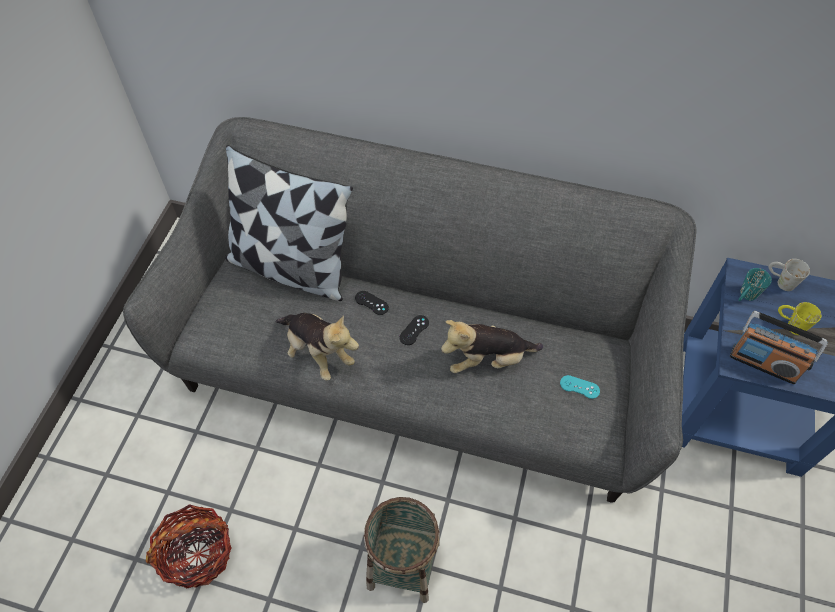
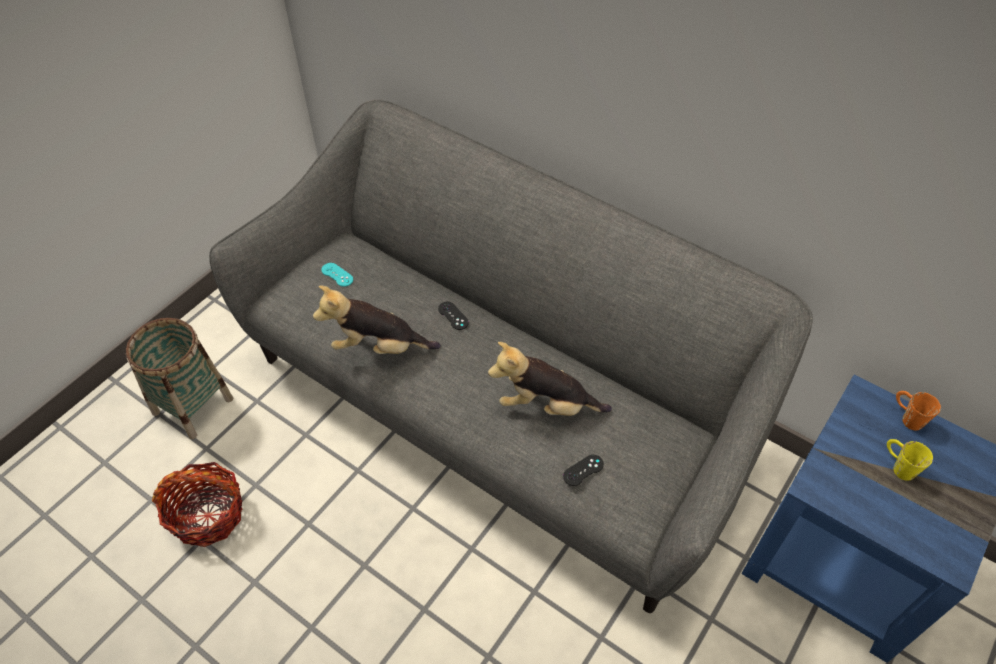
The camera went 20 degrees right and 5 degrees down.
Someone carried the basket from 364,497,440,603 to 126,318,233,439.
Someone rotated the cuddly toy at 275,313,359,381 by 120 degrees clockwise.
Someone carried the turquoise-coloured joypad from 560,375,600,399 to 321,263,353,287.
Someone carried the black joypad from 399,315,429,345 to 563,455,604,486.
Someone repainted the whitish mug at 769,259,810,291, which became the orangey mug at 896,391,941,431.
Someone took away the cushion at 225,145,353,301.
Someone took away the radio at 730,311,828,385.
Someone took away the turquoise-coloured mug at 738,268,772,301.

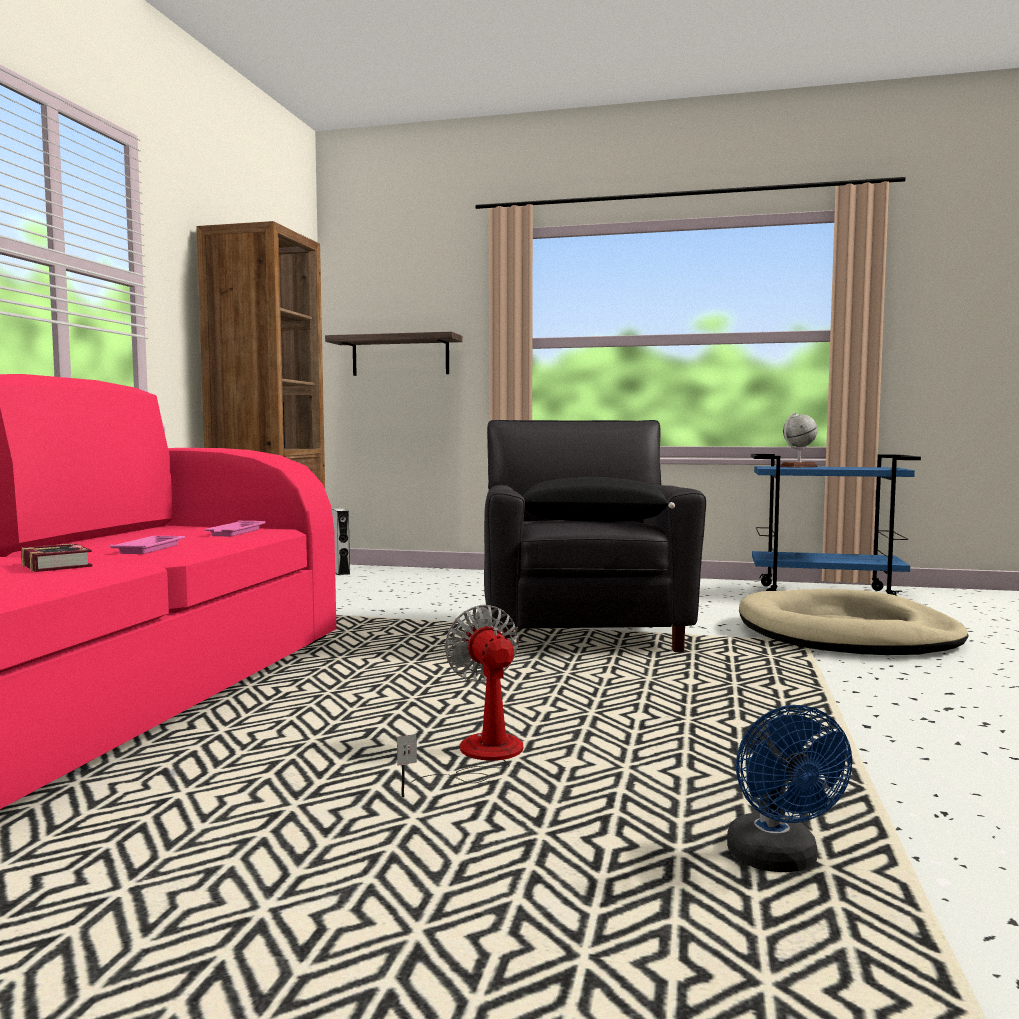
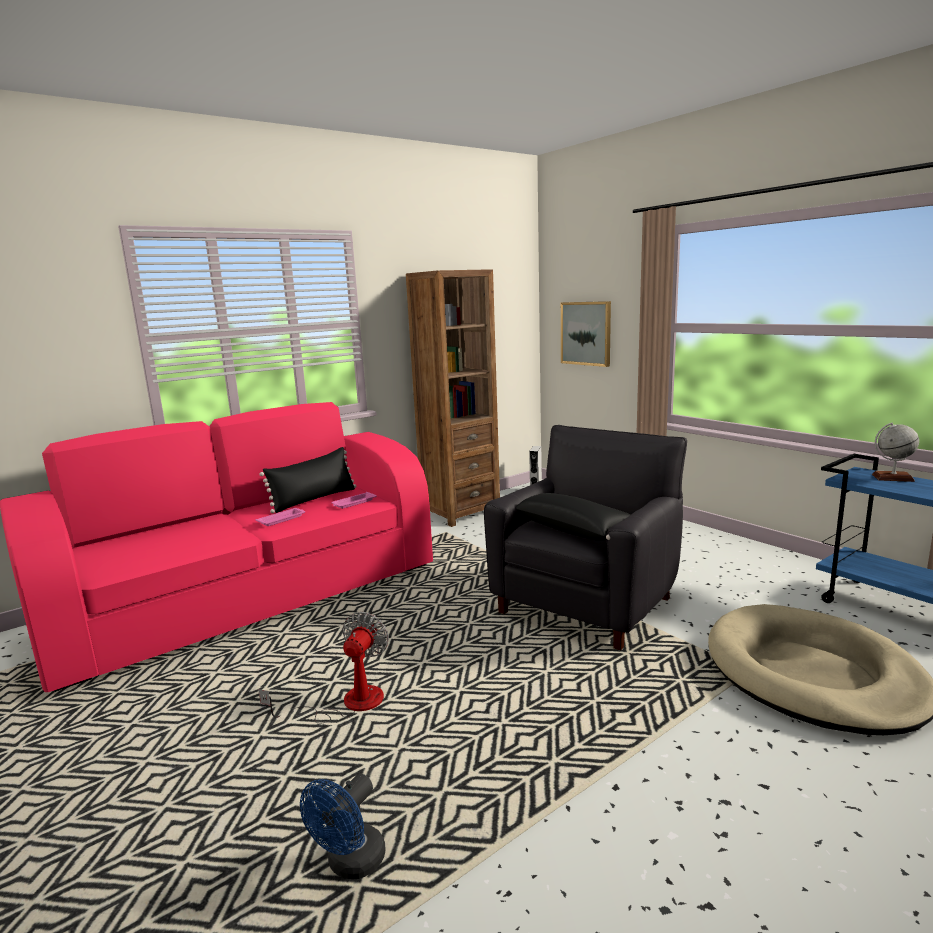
The camera went 40 degrees right and 10 degrees up.
Someone put down the black cushion at 259,447,356,513.
Someone swapped the wall shelf at 325,332,463,376 for the wall art at 561,301,611,367.
Someone took away the bound book at 21,543,92,572.

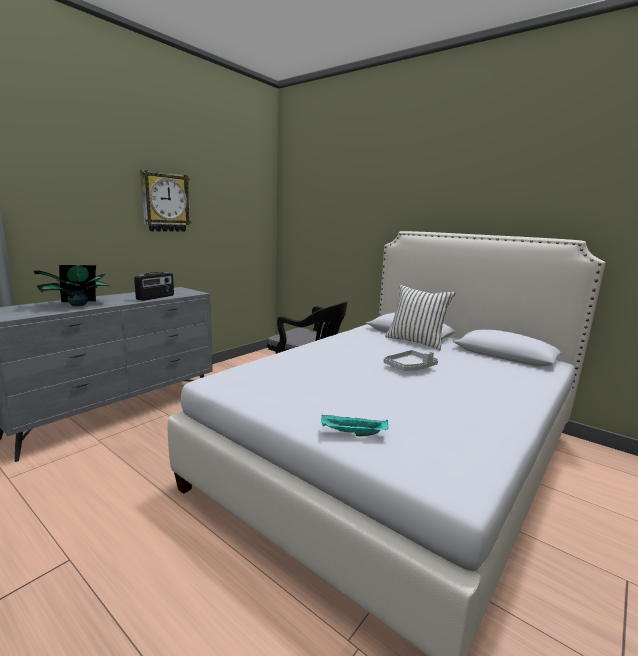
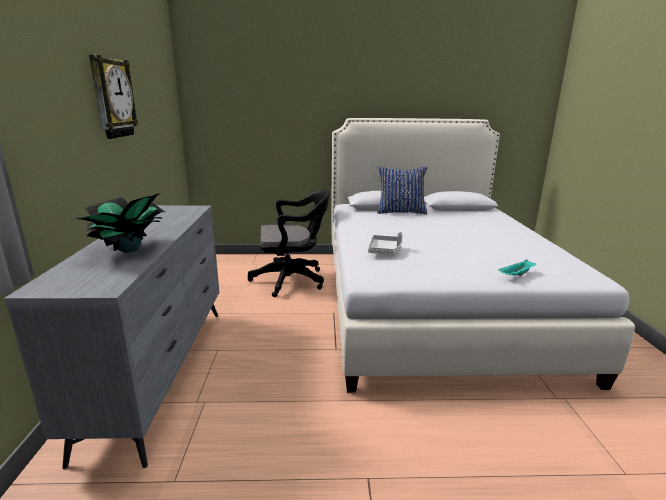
The camera went 40 degrees left and 5 degrees up.
Someone carried the grey carrying tray from 384,350,438,371 to 368,232,403,255.
Someone repainted the whitish cushion at 385,285,455,350, which became the blue cushion at 377,167,427,214.
Someone took away the radio at 134,272,174,301.

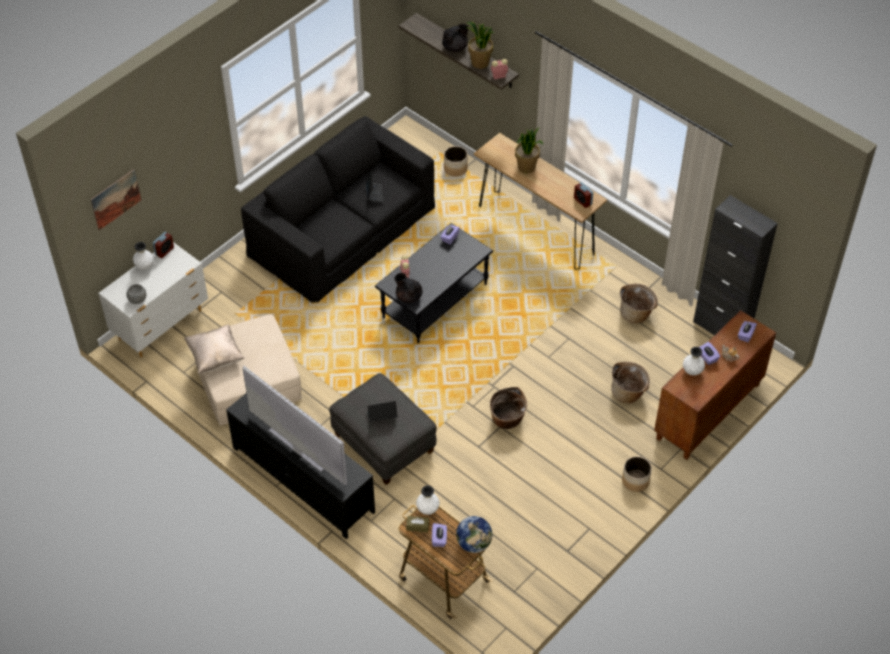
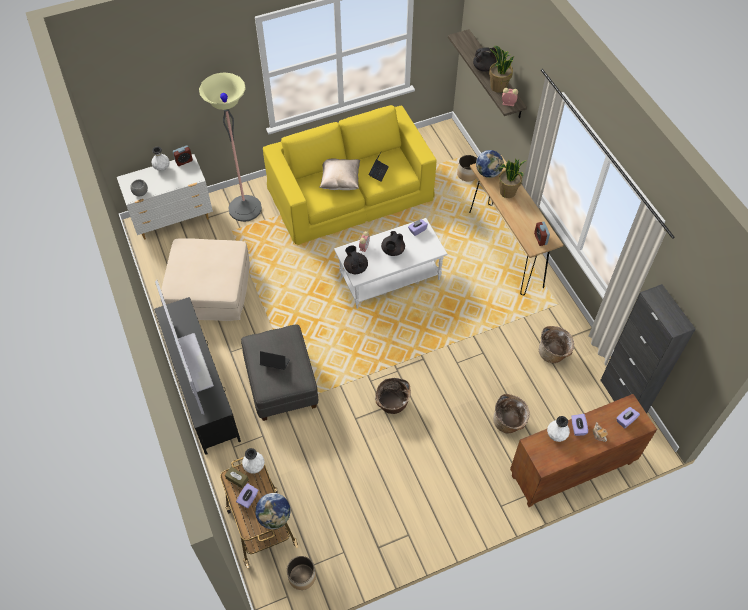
The camera went 25 degrees right and 5 degrees up.
Someone put down the standard lamp at 199,72,262,222.
Someone repainted the black couch at 241,116,435,303, which became the yellow-coloured couch at 263,105,436,245.
Someone carried the plant pot from 622,456,652,492 to 287,556,316,590.
Someone carried the beige cushion from 184,324,244,374 to 319,159,360,190.
Someone repainted the black coffee table at 375,223,493,343, which became the whitish coffee table at 334,218,447,309.
Someone put down the black pot for tea at 381,231,405,256.
Someone put down the globe at 476,150,504,178.
Someone took away the wall art at 91,169,141,230.

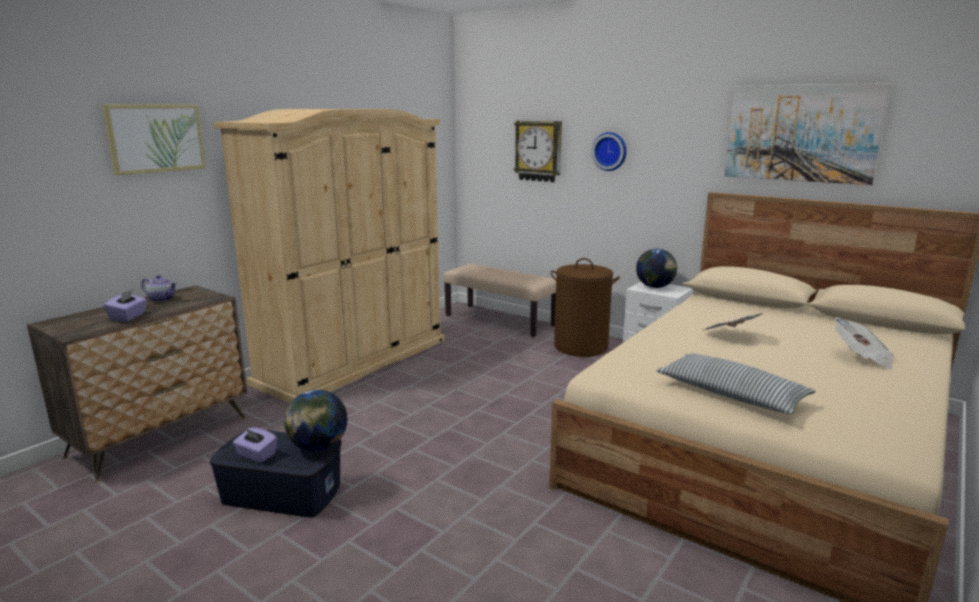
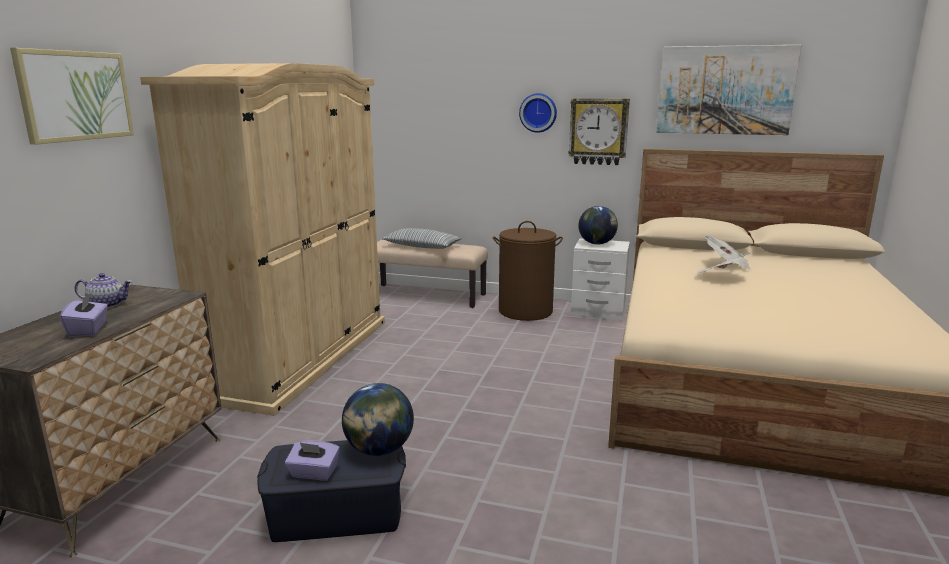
The camera went 20 degrees left and 0 degrees up.
Someone carried the cushion from 656,353,816,414 to 381,228,462,249.
Someone carried the wall clock from 514,121,562,182 to 568,98,630,165.
Someone carried the newspaper from 835,317,894,370 to 704,235,751,270.

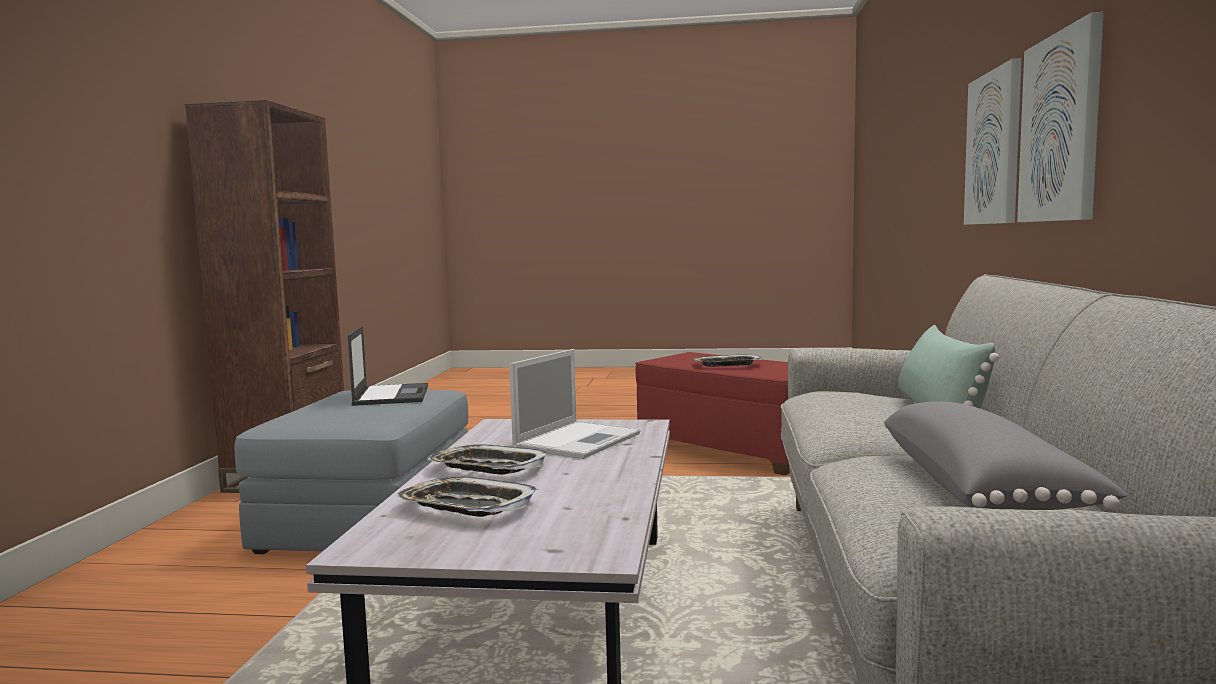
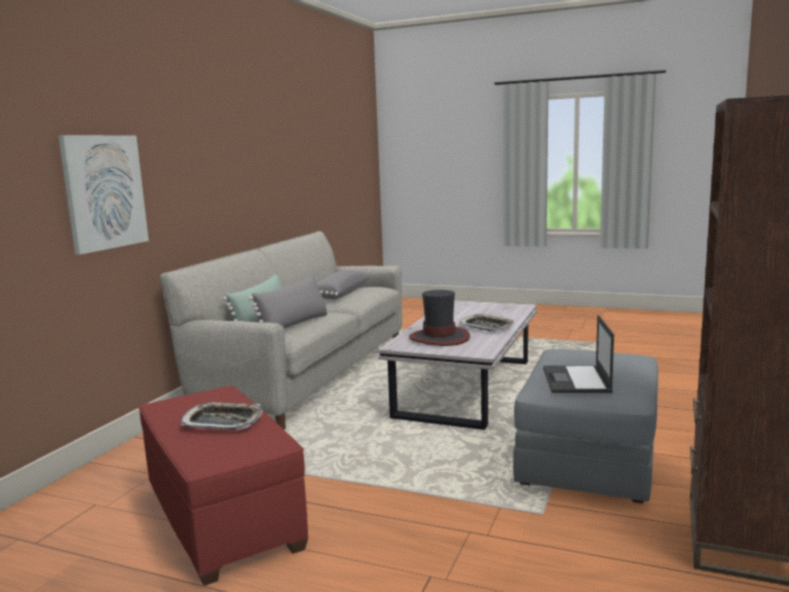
The camera went 165 degrees left and 5 degrees up.
Someone put down the grey cushion at 249,274,328,329.
Someone swapped the notebook computer at 509,349,640,459 for the hat at 409,290,470,346.
Someone took away the carrying tray at 395,477,538,517.
Someone took away the wall art at 1017,12,1104,222.

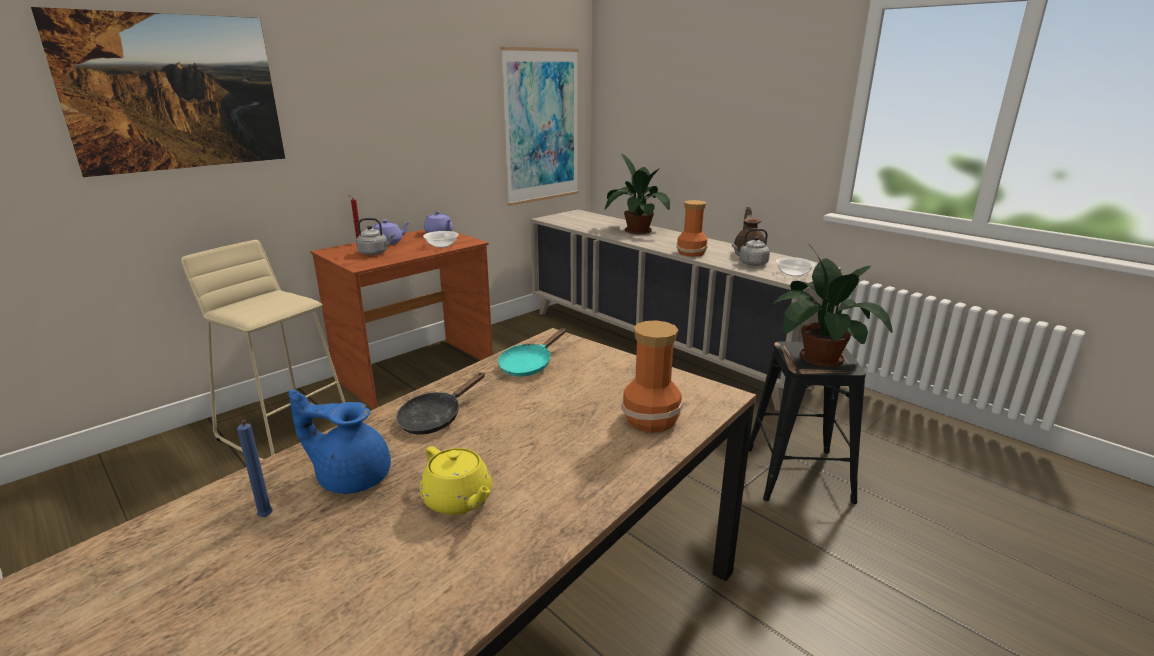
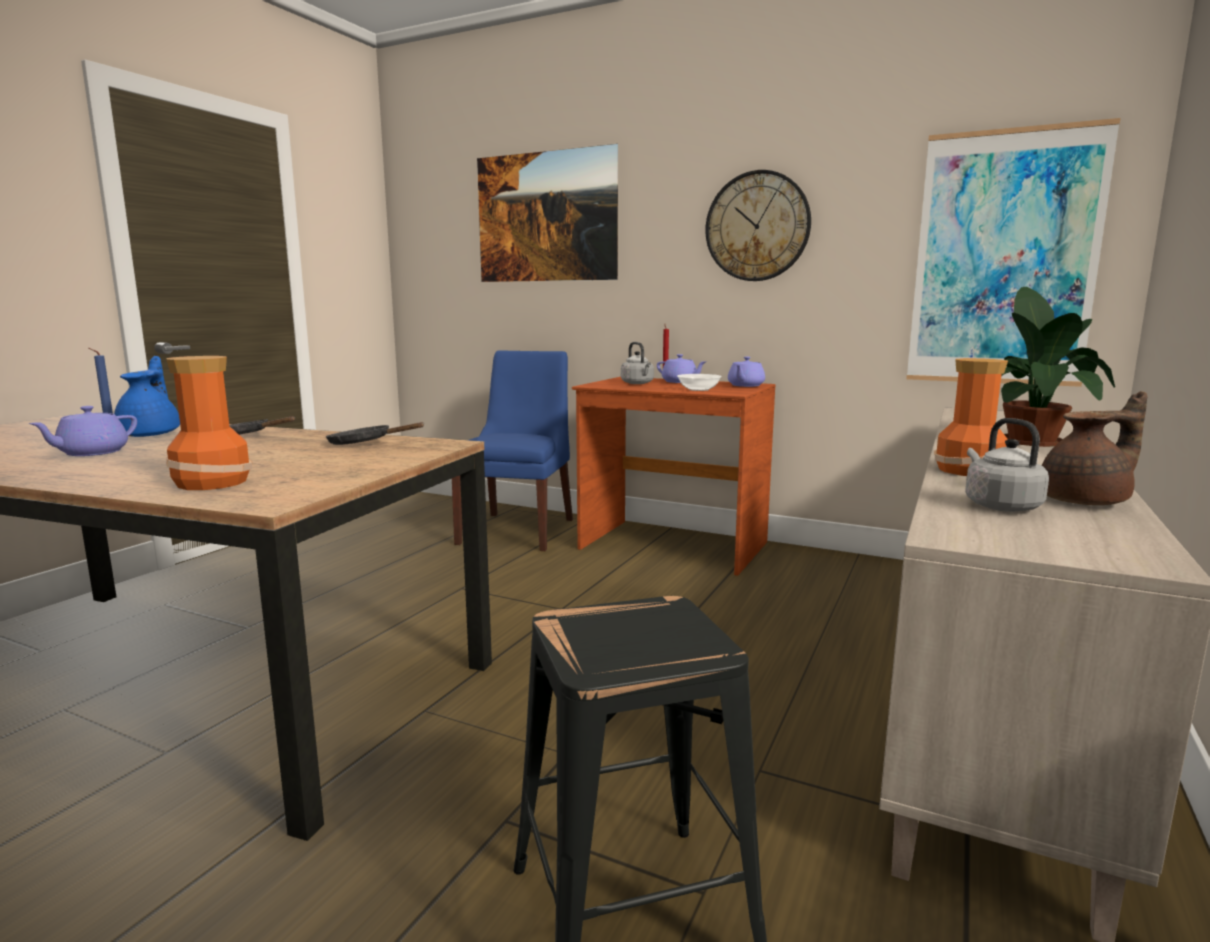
The camera went 70 degrees right and 10 degrees down.
Someone repainted the yellow-coloured pot for tea at 420,446,492,515, which became the purplish pot for tea at 28,406,137,456.
Someone repainted the turquoise-coloured skillet at 498,328,566,377, which became the black skillet at 326,422,424,445.
Someone swapped the beige stool seat at 181,240,345,461 for the blue plain chair at 452,350,573,551.
Someone put up the wall clock at 705,170,811,281.
Someone took away the plant in a pot at 769,245,893,367.
Someone took away the deep dish at 776,257,815,276.

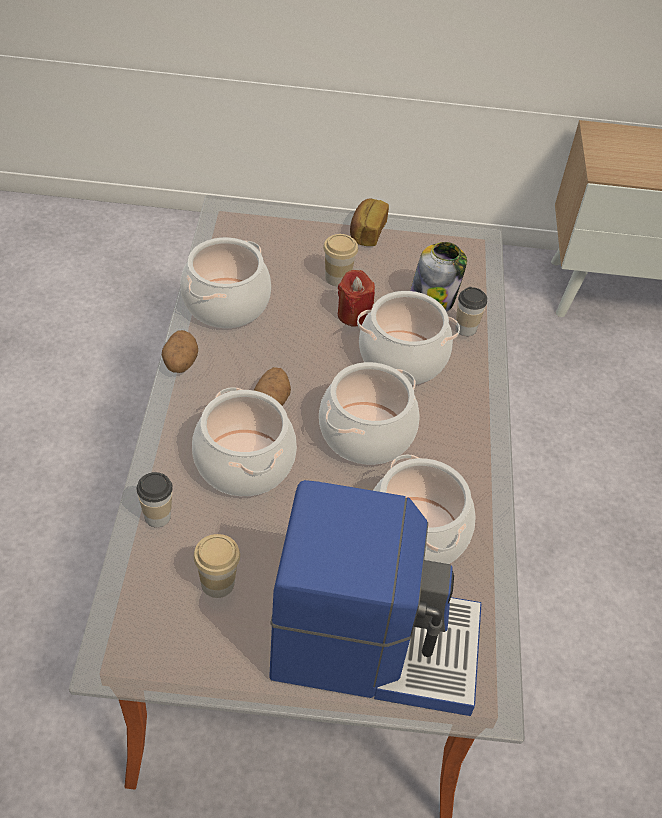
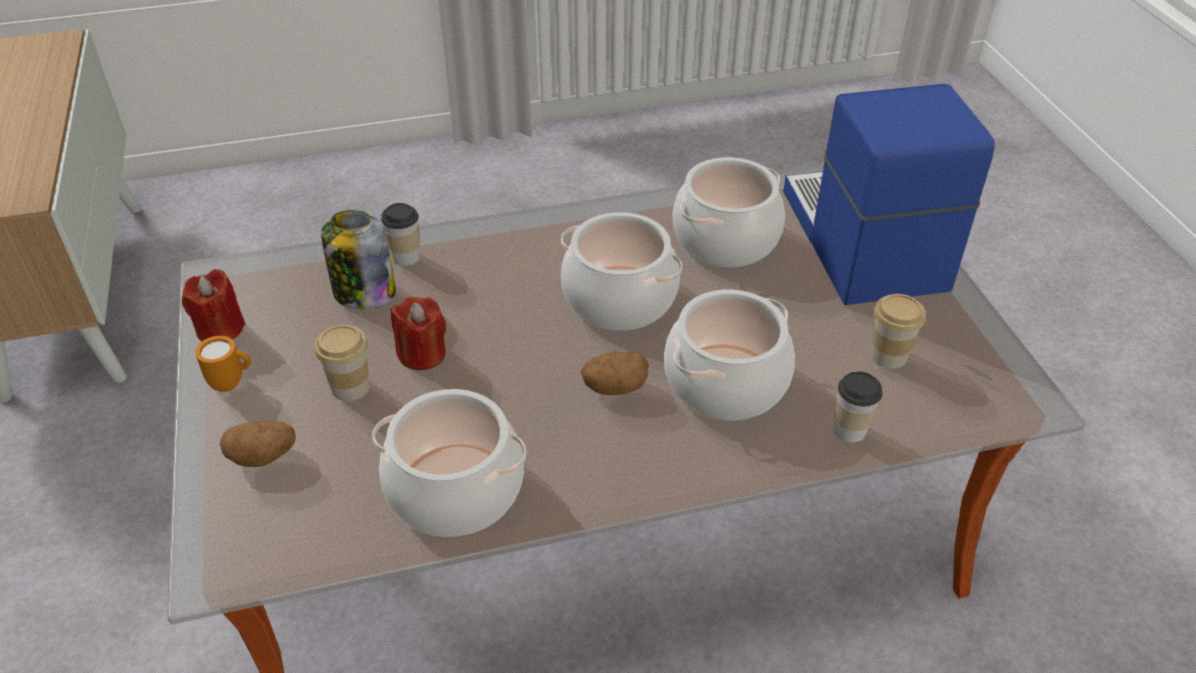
The camera went 105 degrees left and 5 degrees down.
Someone put down the reddish wax candle at 182,269,246,342.
Someone swapped the bread at 350,199,389,246 for the orangey mug at 195,336,251,392.
Someone carried the whole potato from 162,330,198,373 to 220,421,296,467.
Someone took away the saucepot at 357,291,460,385.

